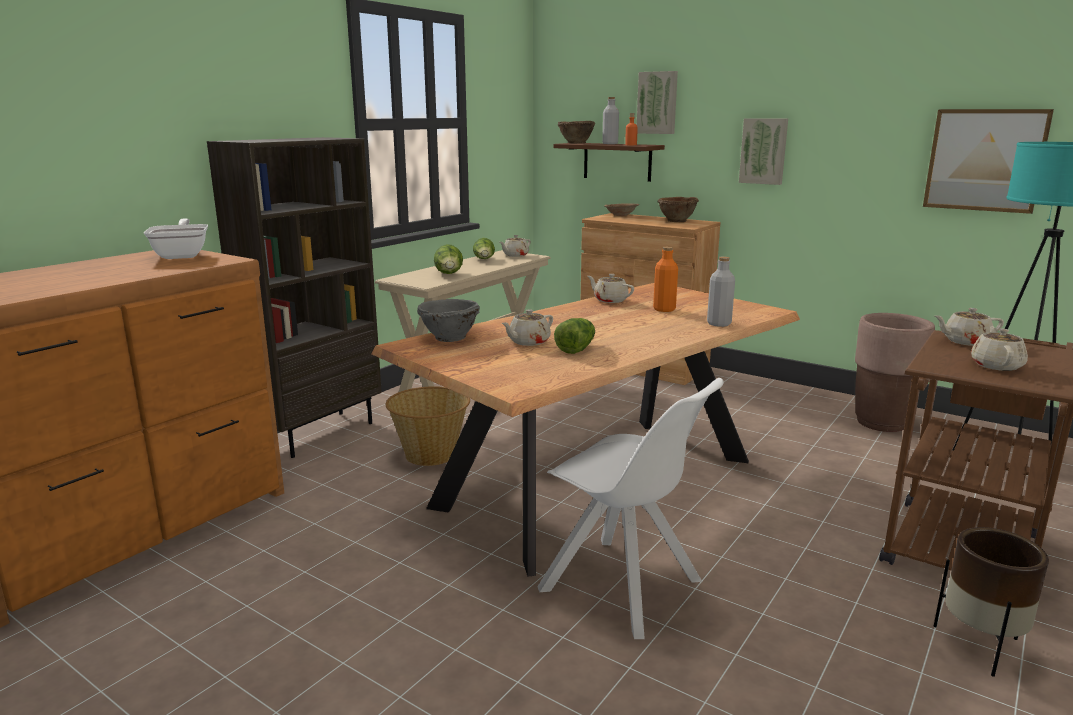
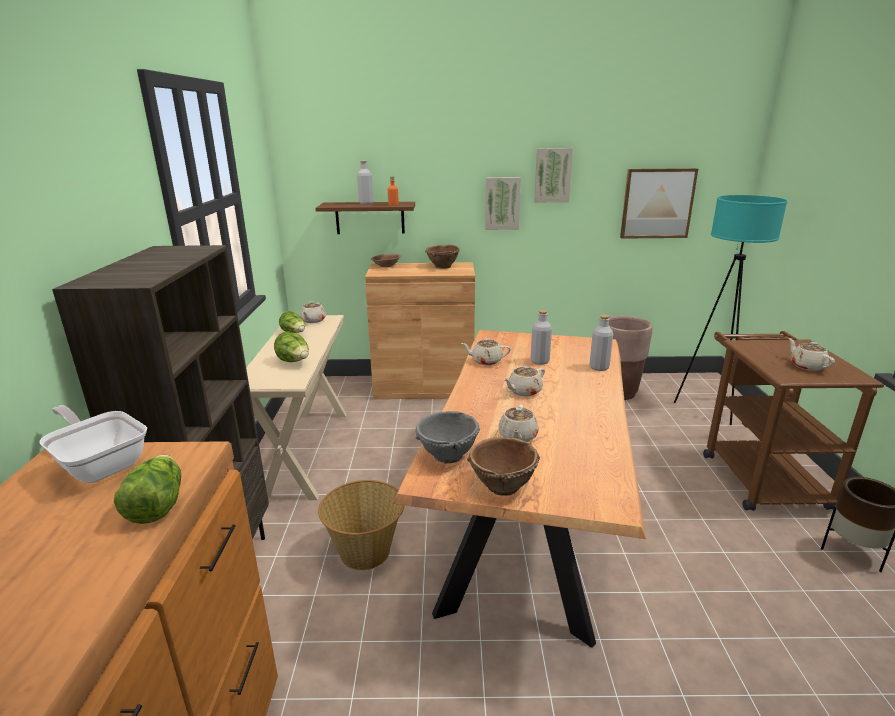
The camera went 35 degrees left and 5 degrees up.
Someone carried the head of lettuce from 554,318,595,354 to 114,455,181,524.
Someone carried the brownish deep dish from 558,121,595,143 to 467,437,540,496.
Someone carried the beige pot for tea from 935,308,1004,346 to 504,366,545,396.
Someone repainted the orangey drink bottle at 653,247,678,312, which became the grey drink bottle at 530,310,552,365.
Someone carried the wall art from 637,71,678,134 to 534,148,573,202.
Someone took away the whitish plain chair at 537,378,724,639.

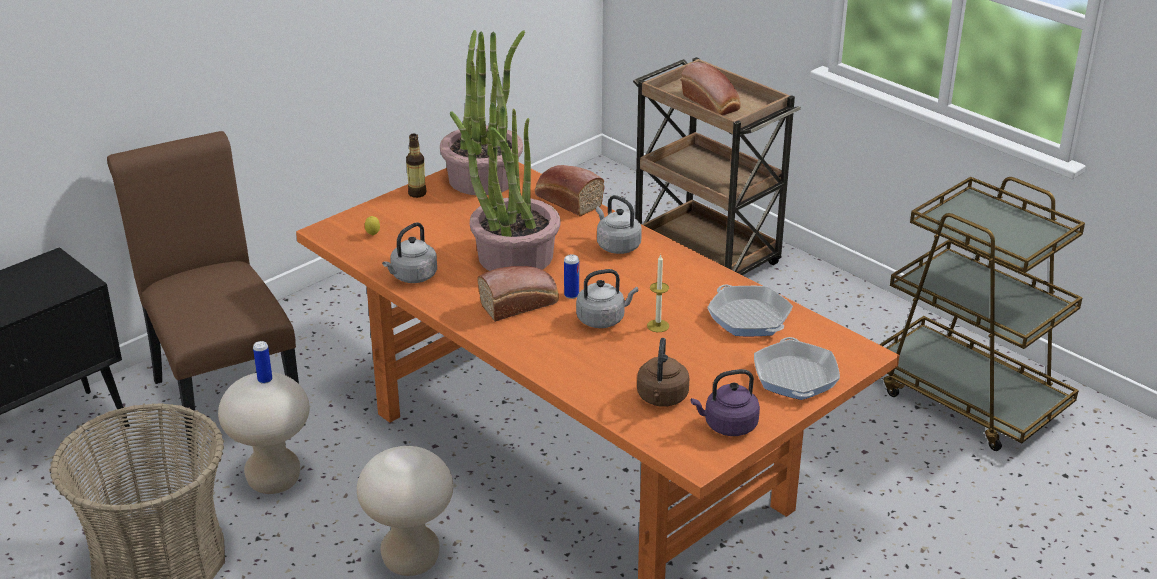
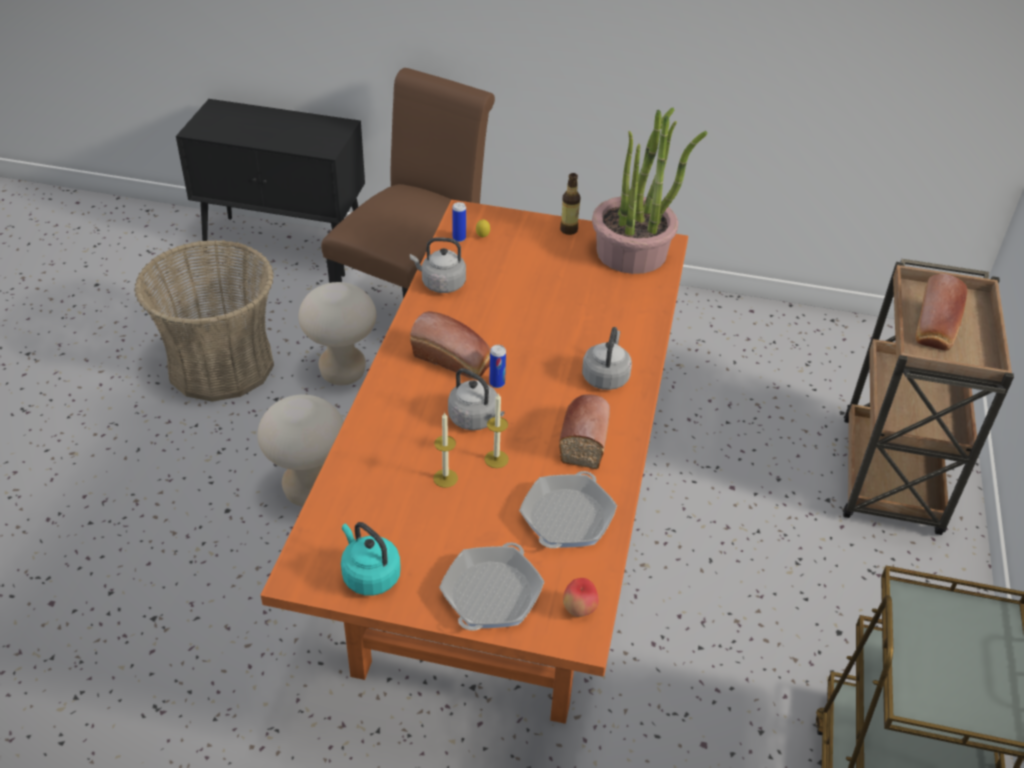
The camera went 55 degrees right and 10 degrees up.
Someone repainted the purplish kettle at 691,369,760,436, which became the turquoise-coloured kettle at 341,522,401,596.
Someone put down the wax candle at 433,412,458,488.
Someone rotated the skillet at 754,337,840,400 by 150 degrees clockwise.
Someone carried the sealed can from 253,341,272,384 to 452,202,466,242.
Someone carried the bread from 535,165,605,217 to 559,395,610,469.
Someone put down the apple fruit at 563,578,599,617.
Someone took away the plant in a pot at 450,102,561,271.
Someone took away the brownish kettle at 637,338,689,407.

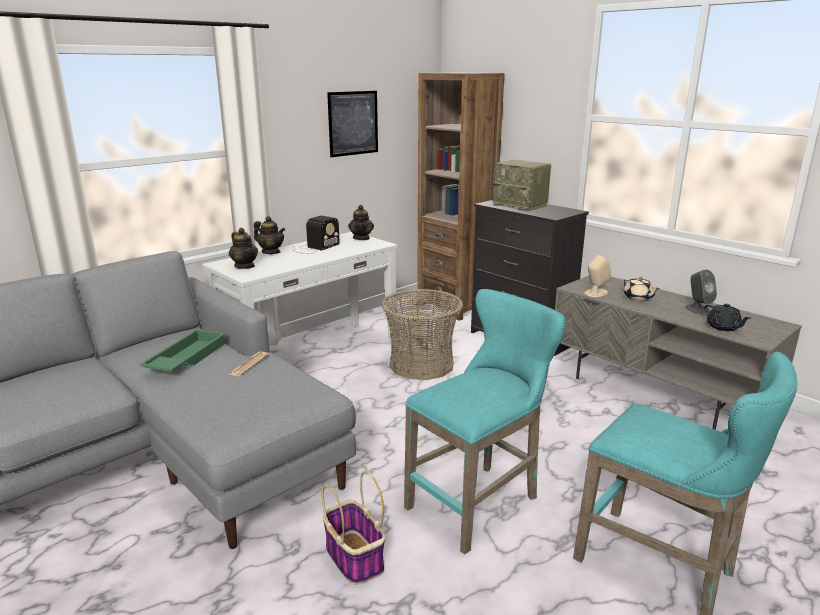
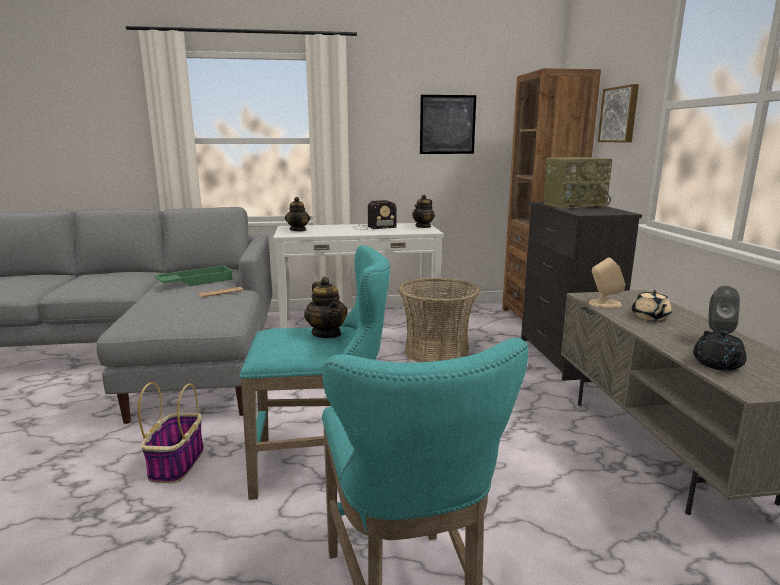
The camera went 35 degrees right and 5 degrees down.
Someone carried the pot for tea from 254,216,285,254 to 304,277,348,338.
Someone rotated the radio at 492,160,551,212 by 90 degrees counterclockwise.
Someone put up the wall art at 598,84,639,143.

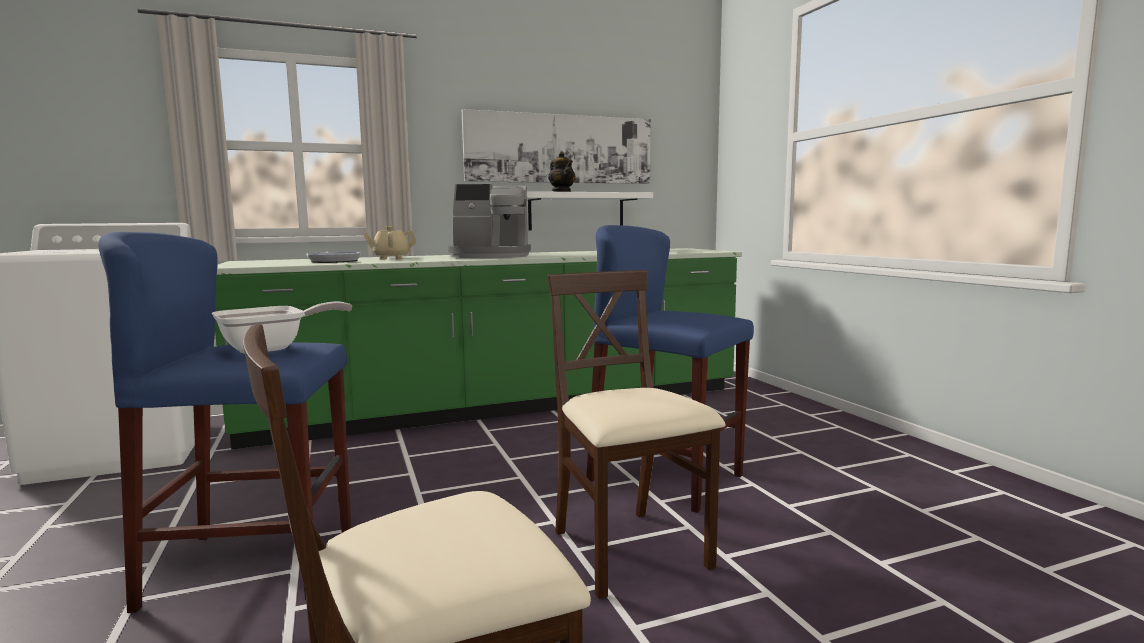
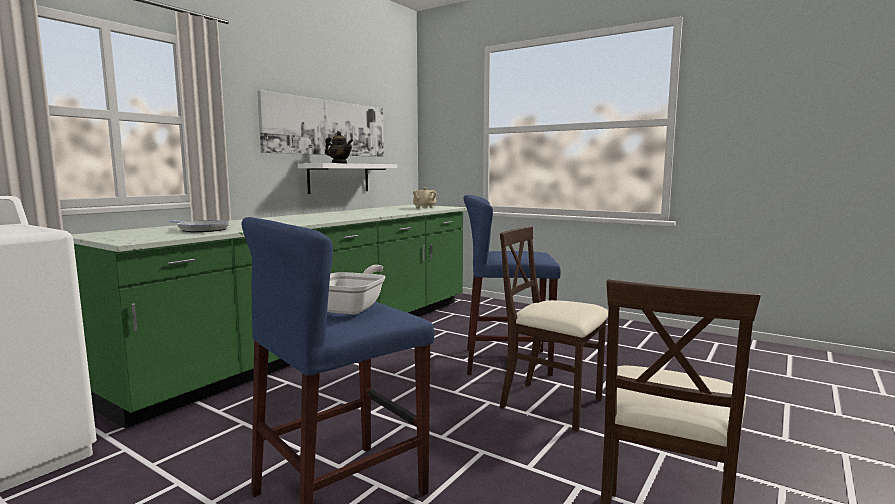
The camera went 35 degrees left and 0 degrees up.
Someone carried the beige pot for tea from 363,226,417,260 to 413,187,437,208.
Someone took away the coffee brewer at 448,184,531,258.

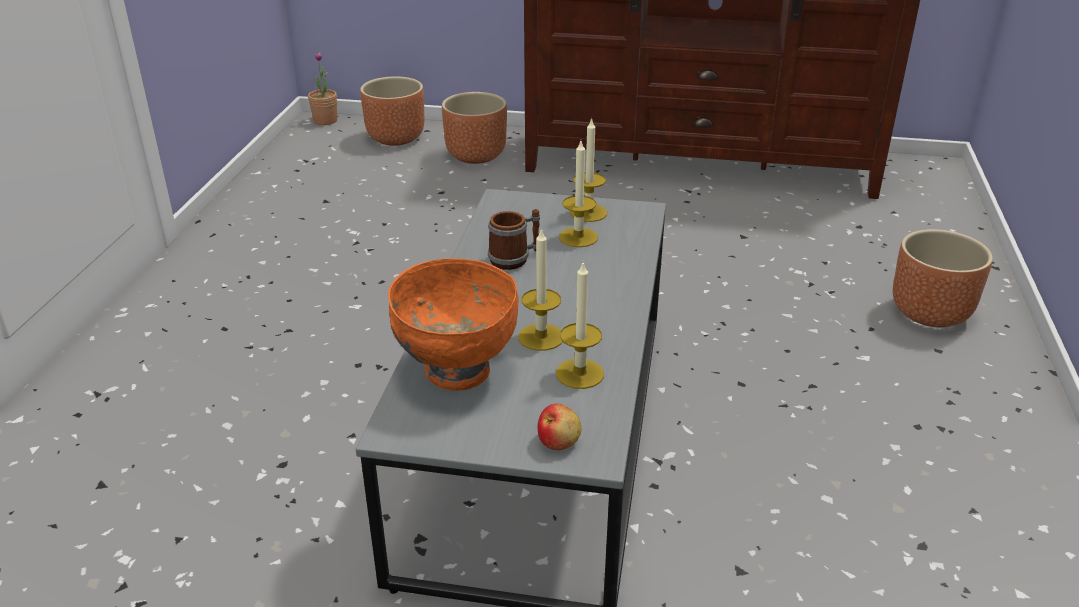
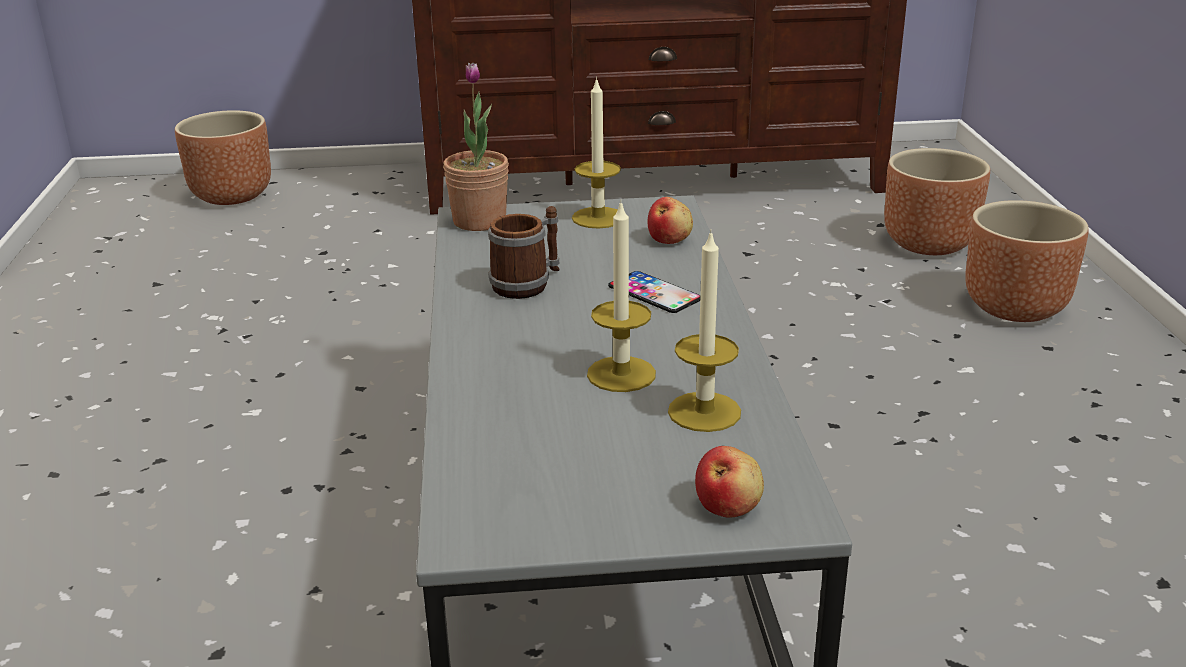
The camera went 15 degrees left and 5 degrees down.
Someone carried the plant in a pot from 308,52,337,125 to 443,63,509,231.
Someone put down the phone at 608,271,701,313.
Someone put down the apple fruit at 648,197,693,244.
Someone carried the brownish plant pot from 442,92,507,164 to 884,148,990,255.
Someone took away the orangey deep dish at 388,258,519,391.
Someone took away the wax candle at 559,141,598,247.

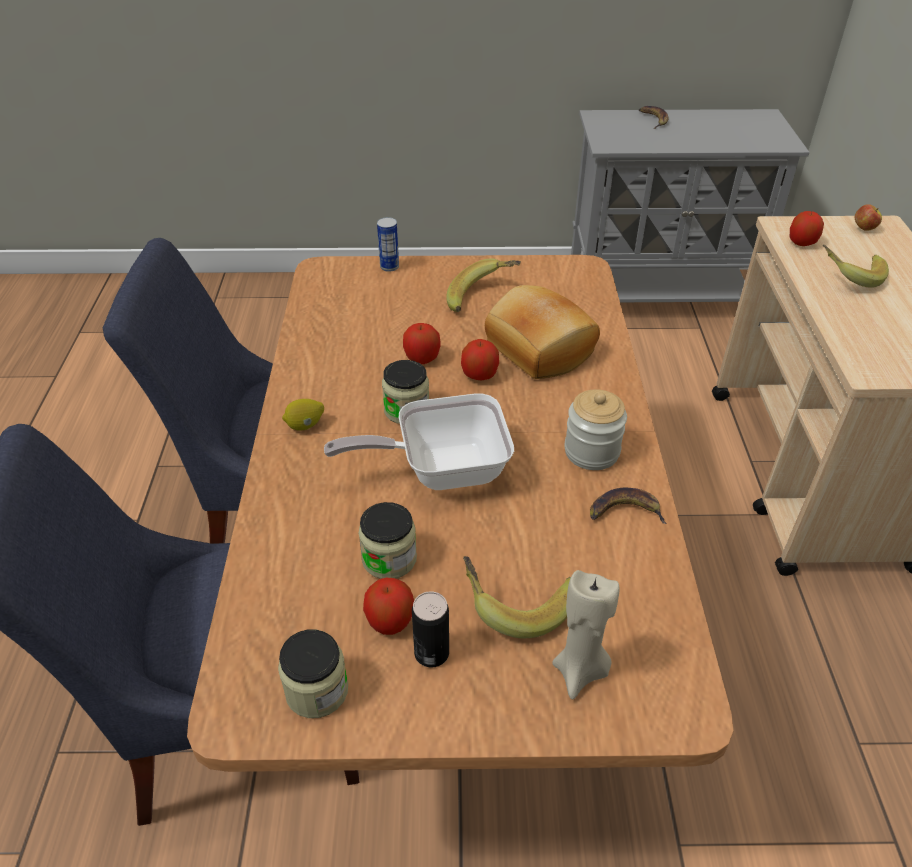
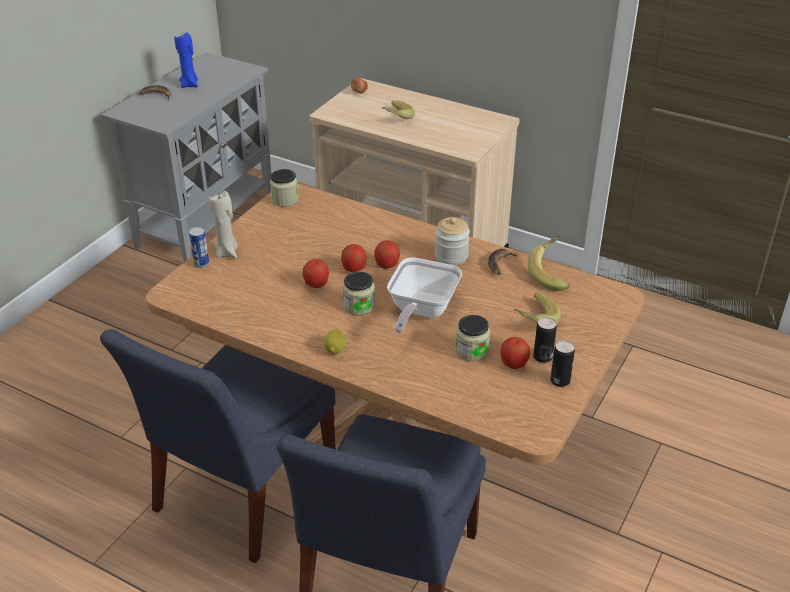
The camera went 60 degrees left and 5 degrees down.
Someone put down the blue wax candle at 174,32,198,88.
Someone carried the beige wax candle from 552,570,619,699 to 209,191,238,258.
Someone carried the jar from 278,629,348,718 to 270,169,299,207.
Someone carried the apple fruit from 790,211,824,246 to 374,240,400,269.
Someone carried the banana from 446,258,521,312 to 528,235,570,291.
Someone put down the sealed can at 550,340,575,387.
Someone took away the bread at 485,285,600,379.

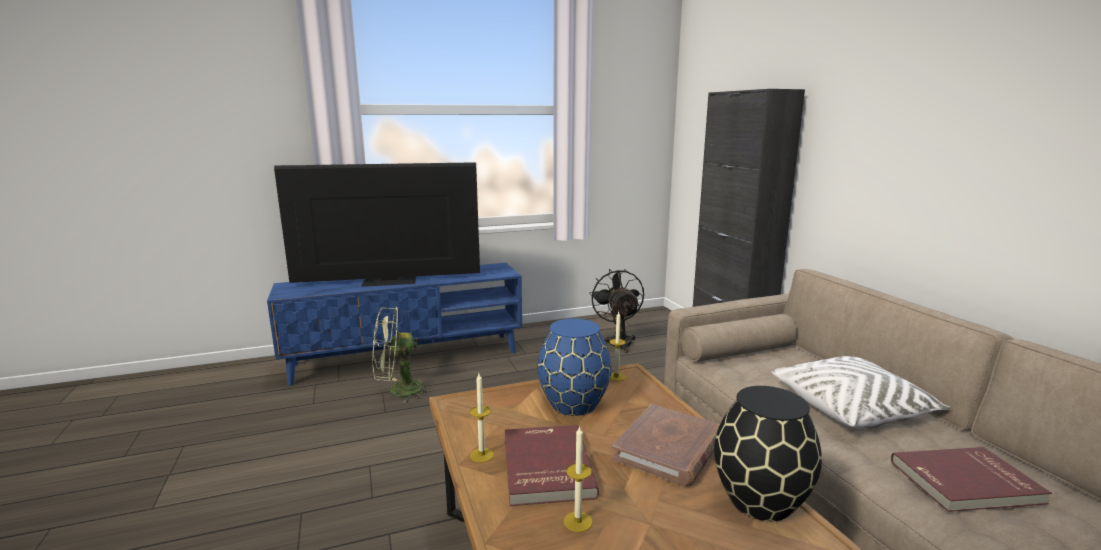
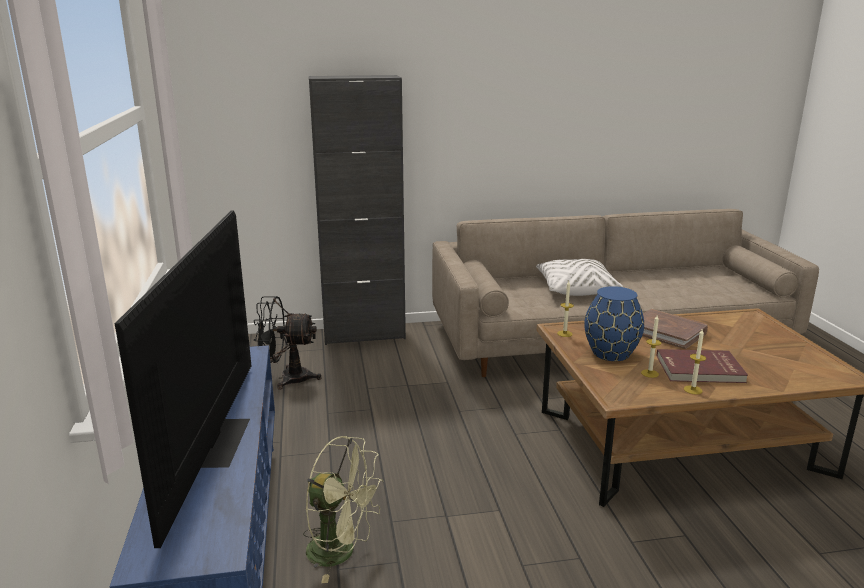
The camera went 80 degrees left and 5 degrees up.
Someone rotated the green electric fan at 372,307,434,403 by 60 degrees counterclockwise.
Someone carried the wax candle from 564,426,592,532 to 641,315,662,378.
Someone took away the black decorative vase at 714,386,822,521.
Someone took away the reddish bound book at 891,447,1052,512.

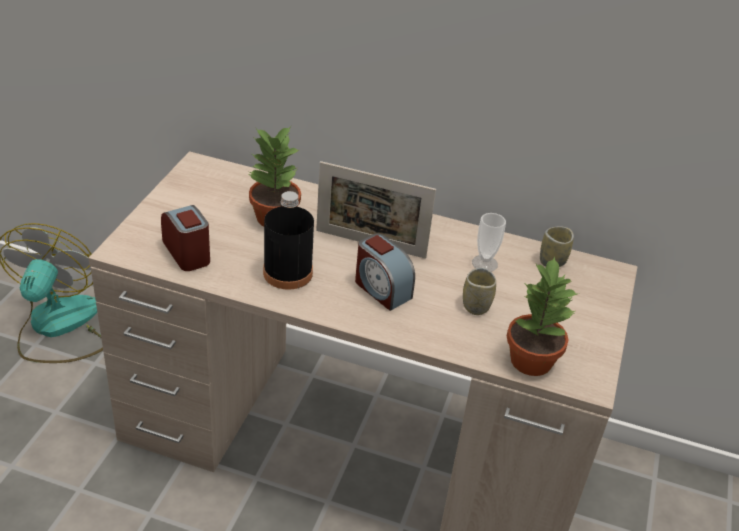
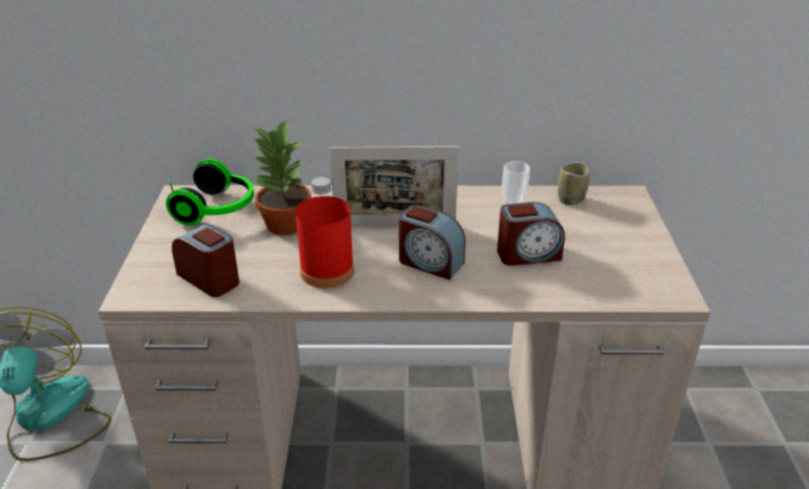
The camera went 15 degrees left and 5 degrees down.
Someone put down the headphones at 166,159,254,226.
Someone repainted the black drink bottle at 263,191,314,290, which became the reddish drink bottle at 295,177,354,288.
Someone swapped the small cup at 463,268,496,315 for the bedside clock at 497,202,565,266.
Someone took away the plant in a pot at 507,256,579,376.

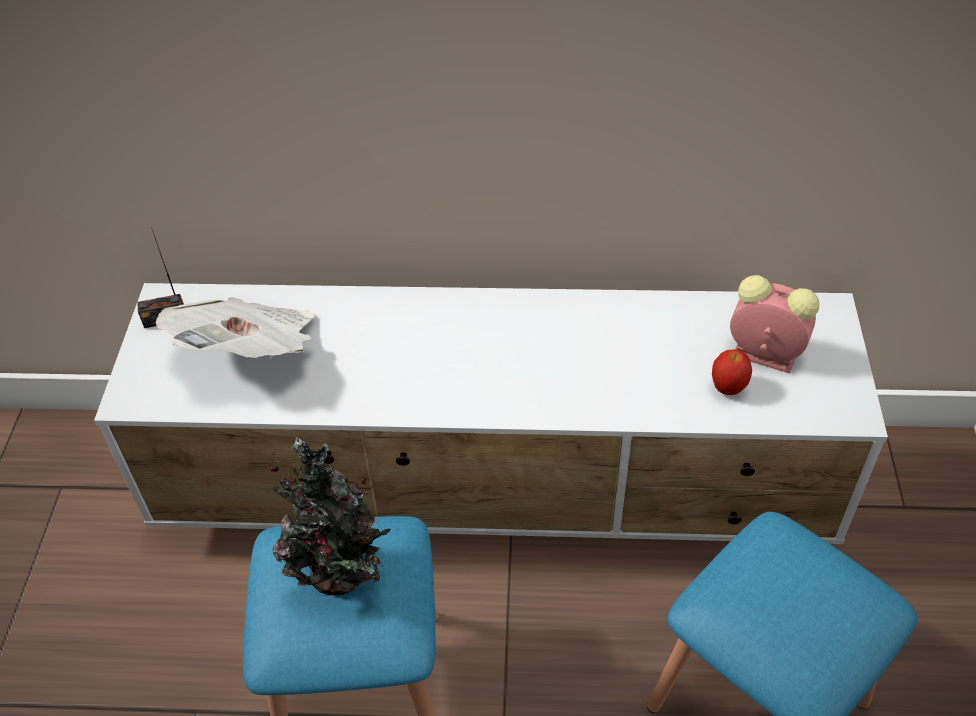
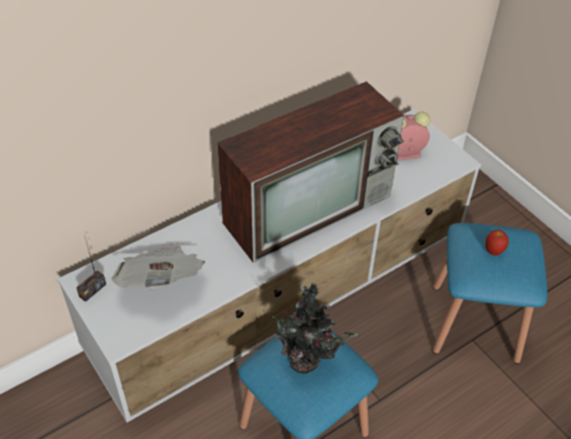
The camera went 40 degrees left and 0 degrees up.
Someone put down the TV at 217,81,404,263.
Someone carried the apple fruit from 712,349,752,395 to 485,230,509,255.

